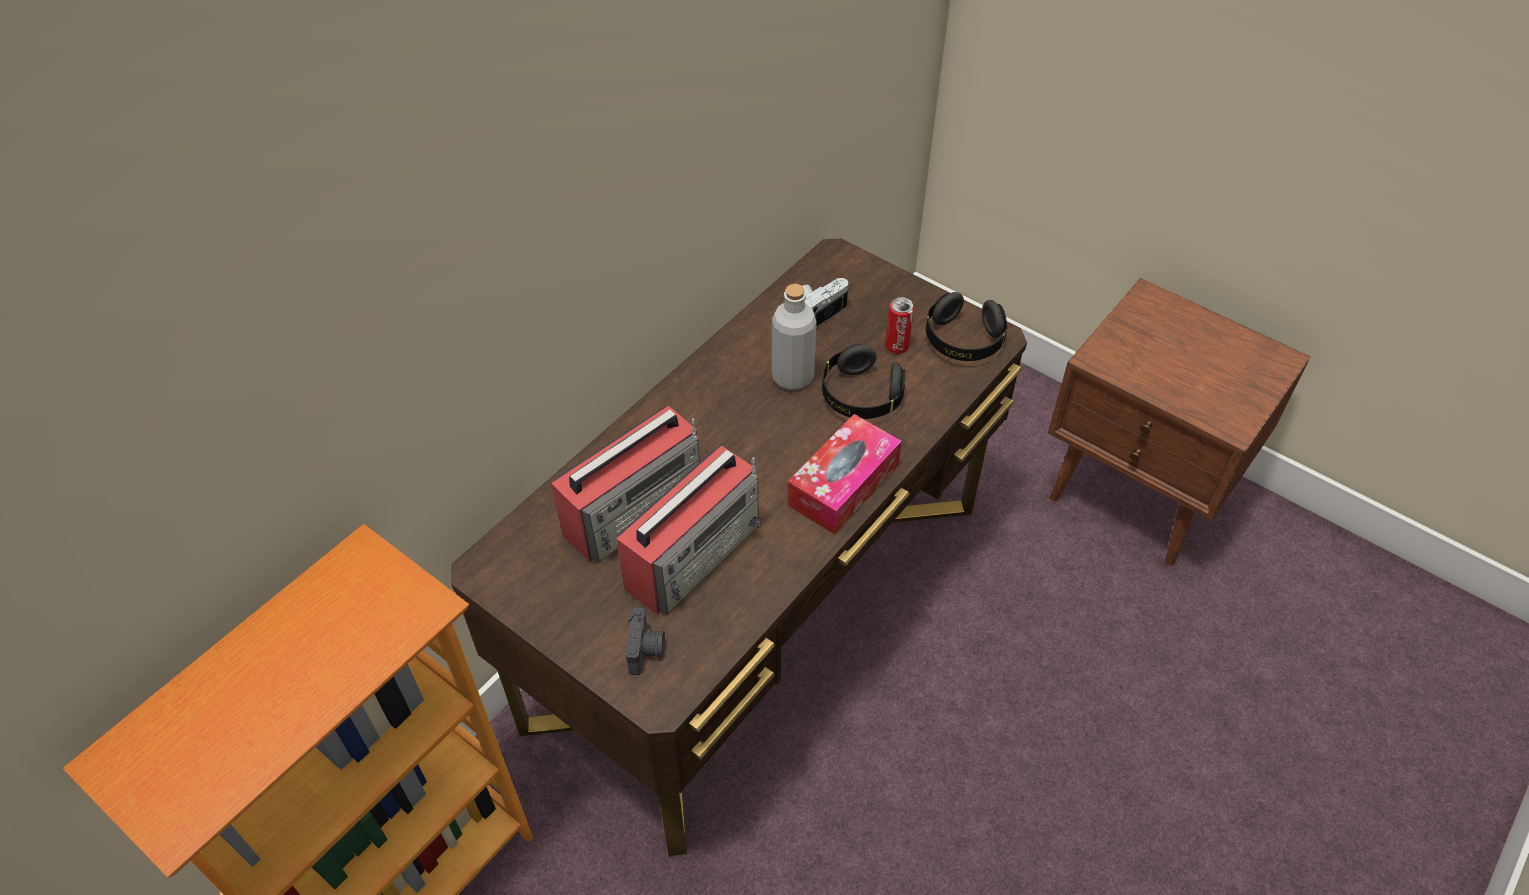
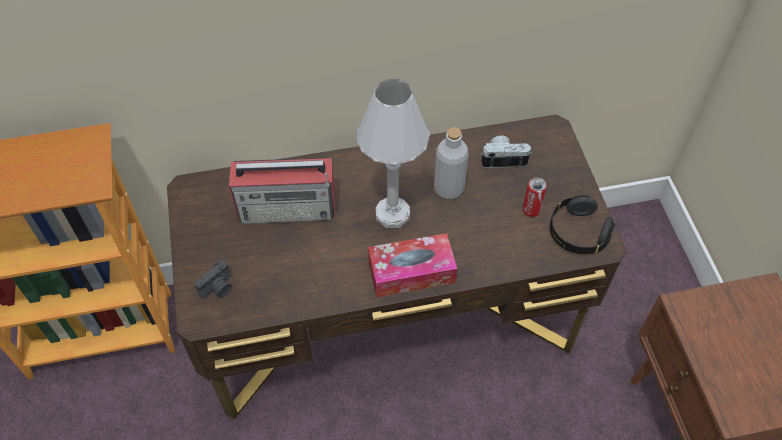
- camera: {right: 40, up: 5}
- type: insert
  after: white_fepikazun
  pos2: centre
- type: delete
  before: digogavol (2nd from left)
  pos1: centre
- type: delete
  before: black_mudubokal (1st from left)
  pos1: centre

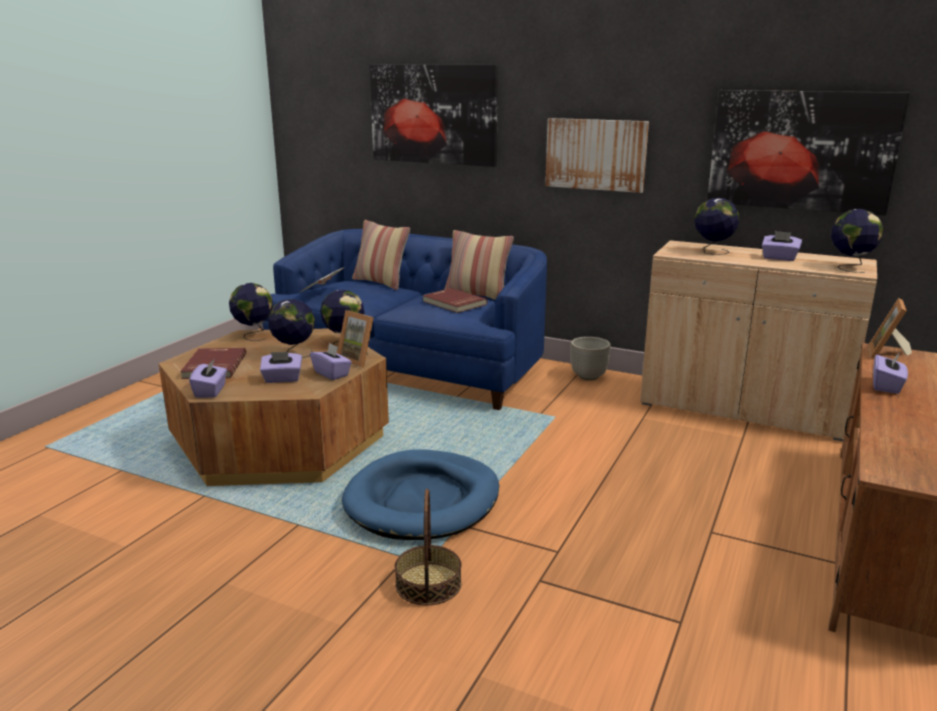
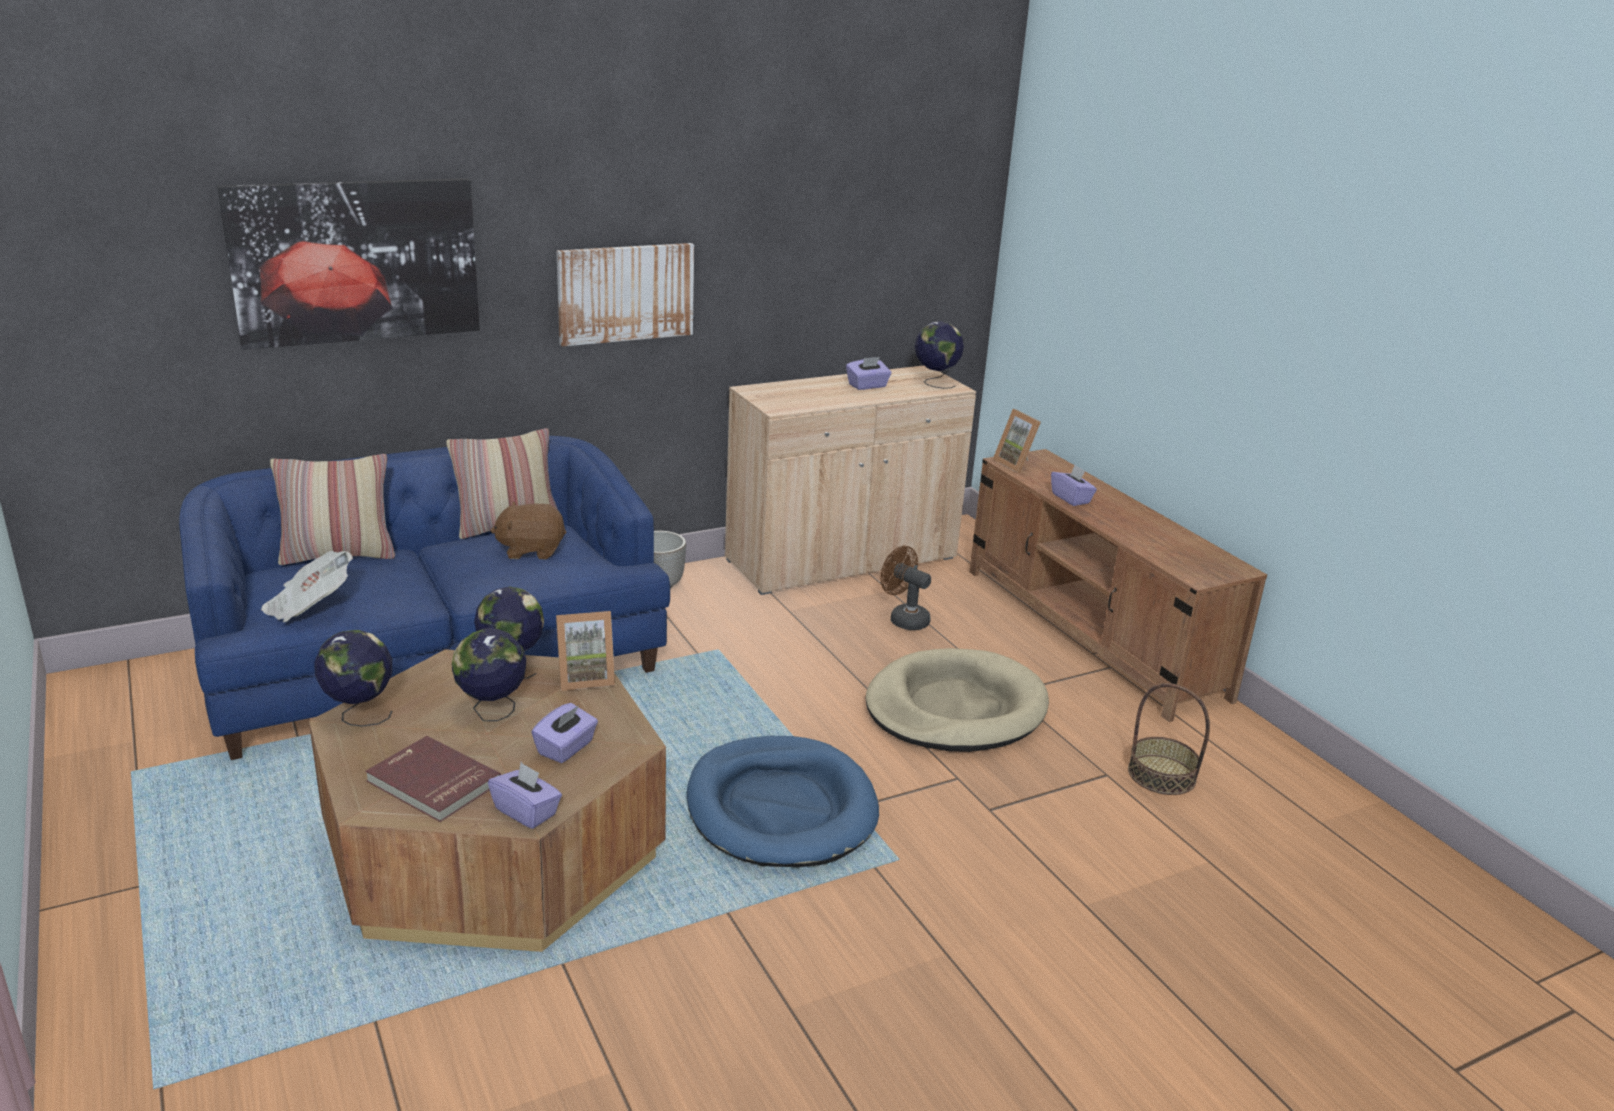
- camera: {right: -55, up: 5}
- type: replace
  before: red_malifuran (2nd from left)
  after: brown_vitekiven
  pos1: centre
  pos2: middle left
- type: insert
  after: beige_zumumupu
  pos2: centre
- type: insert
  after: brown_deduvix
  pos2: centre
- type: move
  before: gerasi
  pos1: bottom centre
  pos2: middle right
- type: delete
  before: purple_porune (3rd from left)
  pos1: centre
- type: delete
  before: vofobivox (4th from left)
  pos1: top right
- type: delete
  before: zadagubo (3rd from left)
  pos1: top right

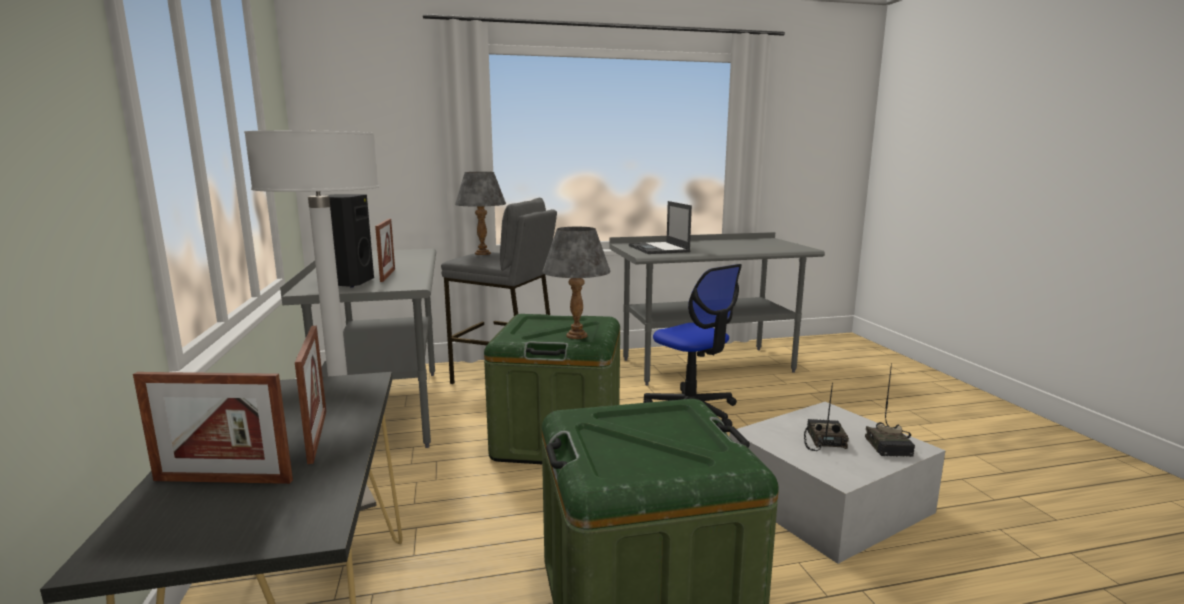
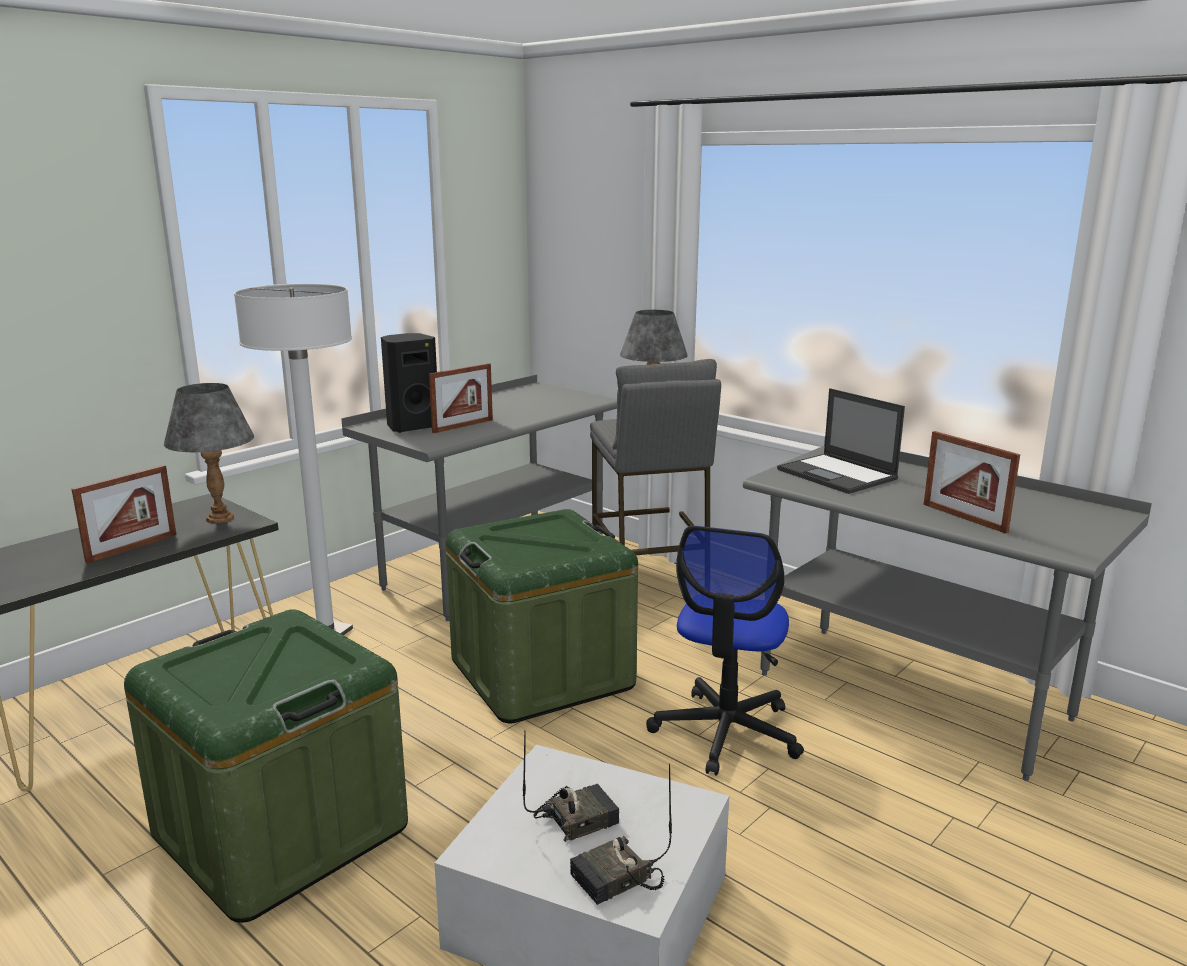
- camera: {right: 55, up: 5}
- type: move
  before: grey_fepikazun (2nd from left in the first image)
  after: grey_fepikazun (1st from left)
  pos1: centre
  pos2: middle left
- type: rotate
  before: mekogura
  pos1: centre
  pos2: middle right
  turn: -75
- type: move
  before: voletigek (1st from left in the first image)
  after: voletigek (3rd from left)
  pos1: bottom left
  pos2: middle right

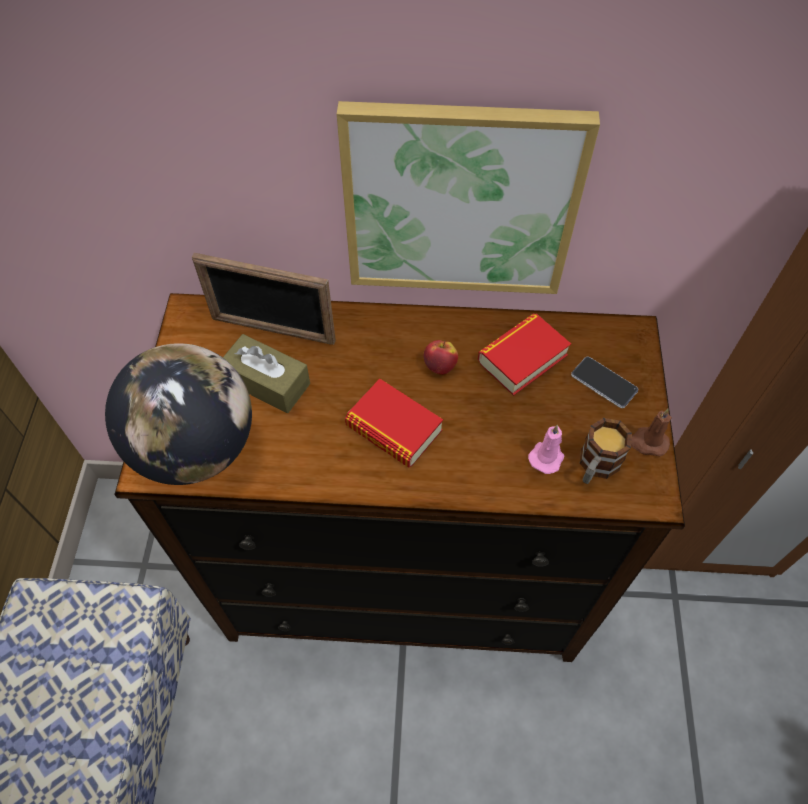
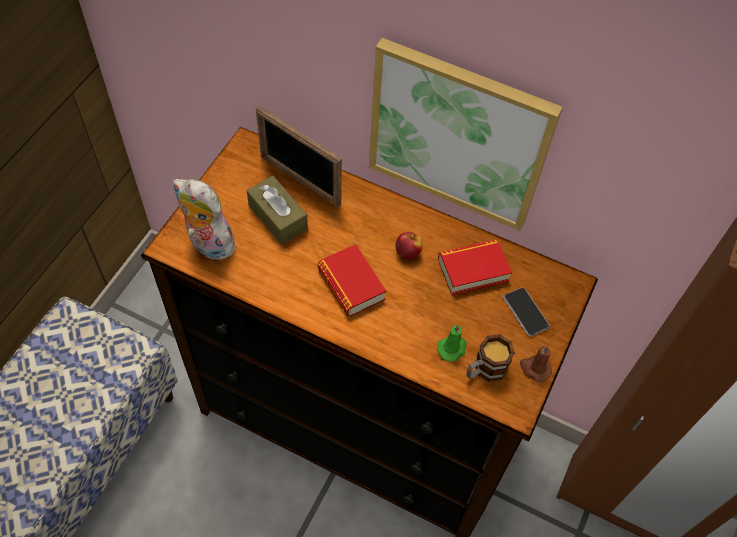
- camera: {right: 20, up: 0}
- type: replace
  before: vofobivox
  after: vitekiven
  pos1: middle left
  pos2: middle left
- type: recolor
  before: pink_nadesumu
  after: green_nadesumu
  pos1: middle right
  pos2: centre

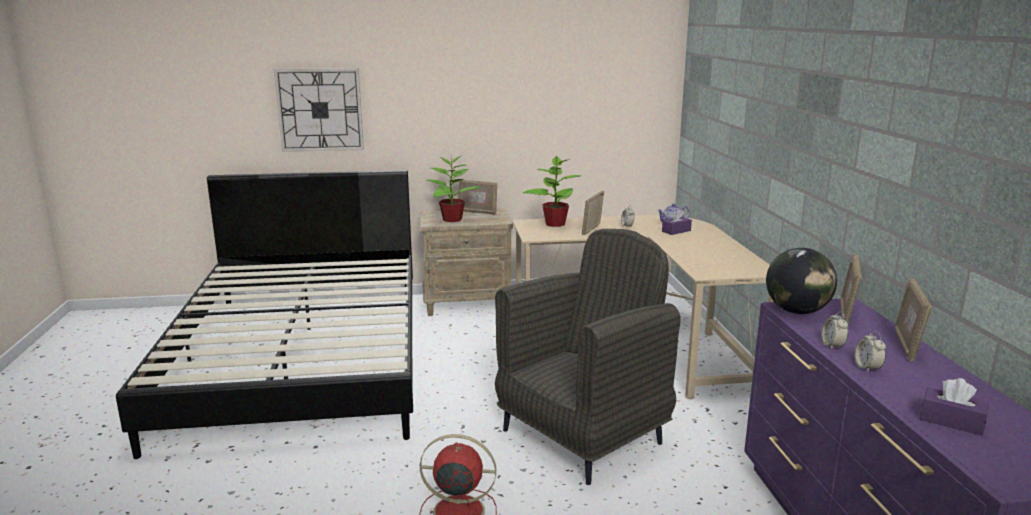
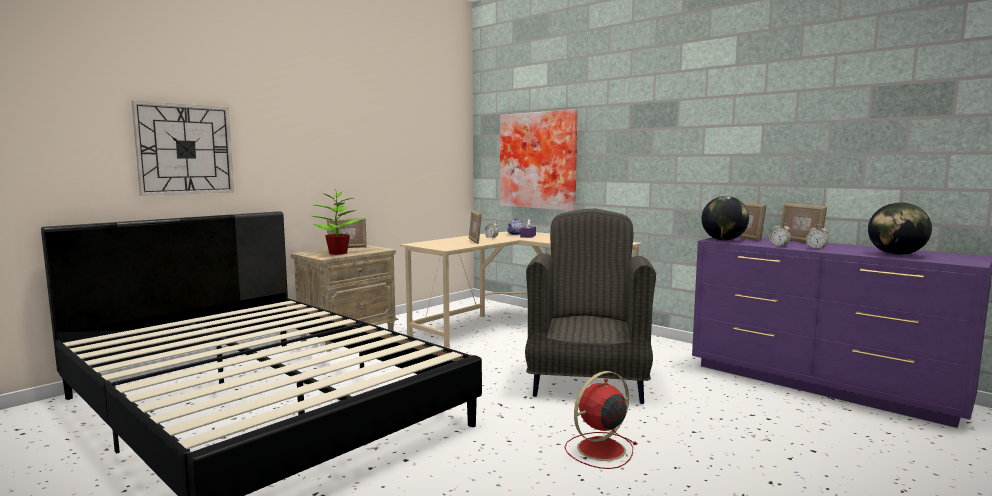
- camera: {right: -40, up: -10}
- type: insert
  after: zadagubo
  pos2: top centre
- type: replace
  before: purple_porune (2nd from left)
  after: vofobivox (2nd from left)
  pos1: bottom right
  pos2: middle right
- type: delete
  before: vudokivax (2nd from left)
  pos1: centre

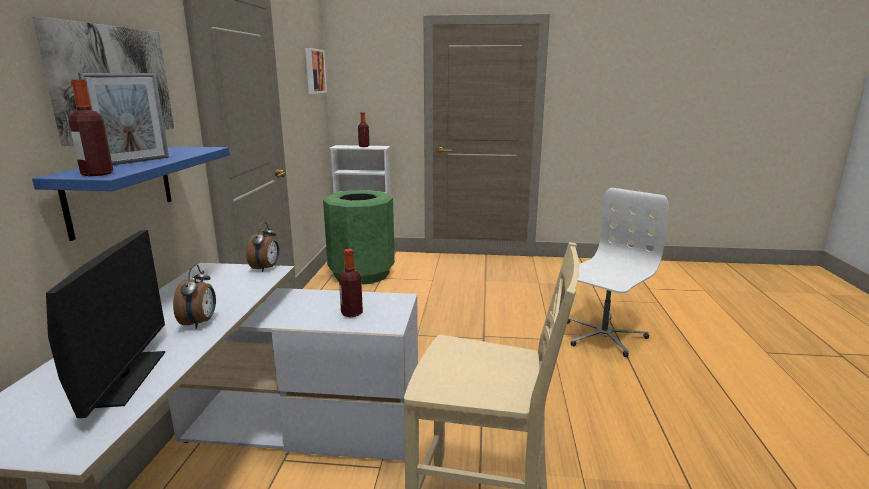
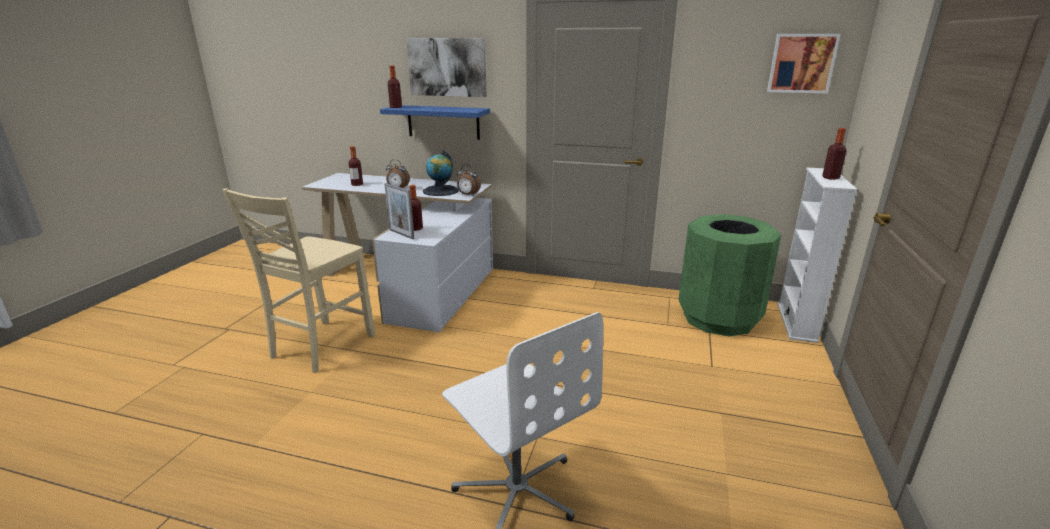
- camera: {right: 100, up: 5}
- type: replace
  before: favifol
  after: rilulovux (1st from left)
  pos1: middle left
  pos2: top centre
- type: move
  before: voletigek
  pos1: top left
  pos2: centre
- type: insert
  after: vofobivox
  pos2: top centre

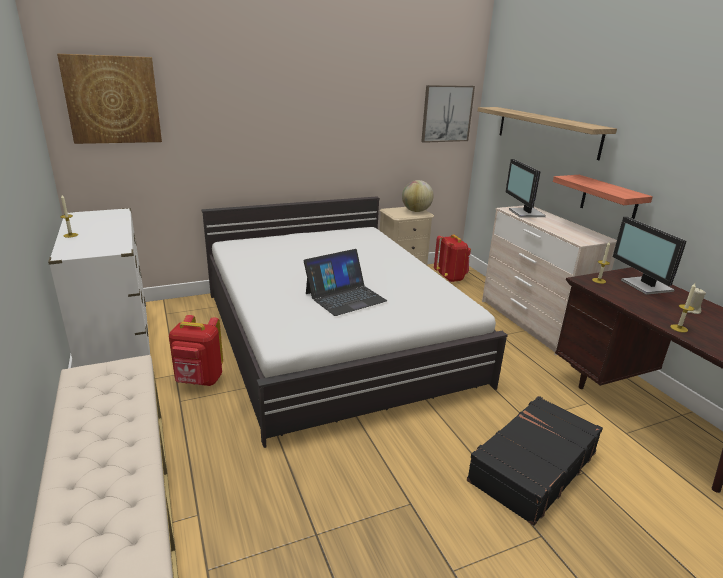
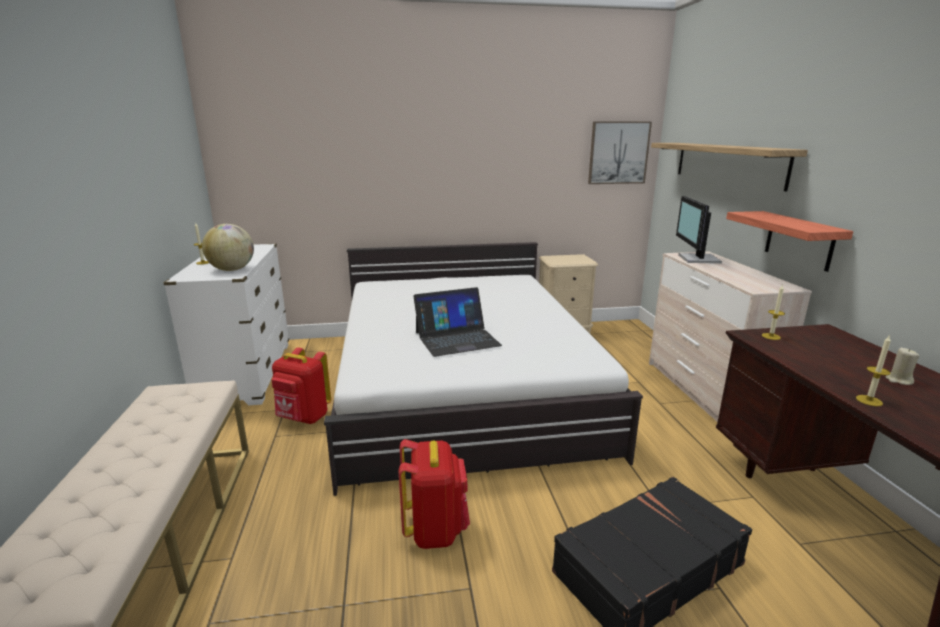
- camera: {right: 15, up: -5}
- type: move
  before: vofobivox
  pos1: centre
  pos2: middle left
- type: move
  before: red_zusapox (2nd from left)
  pos1: centre
  pos2: bottom centre
- type: delete
  before: zadagubo (1st from left)
  pos1: top left
- type: delete
  before: favifol (2nd from left)
  pos1: middle right

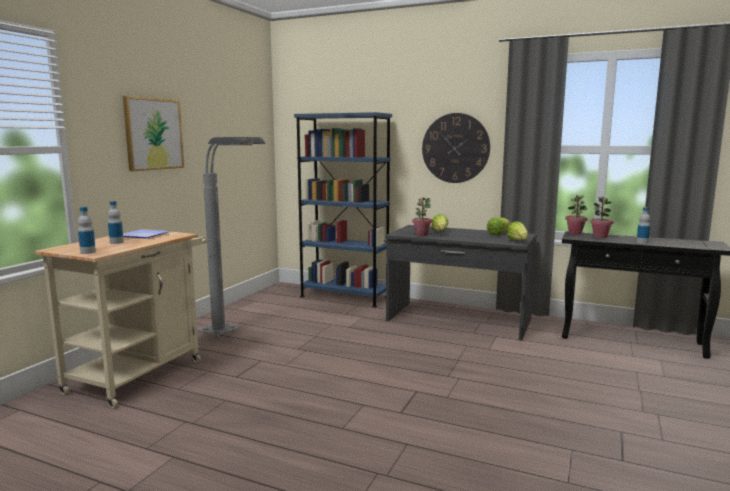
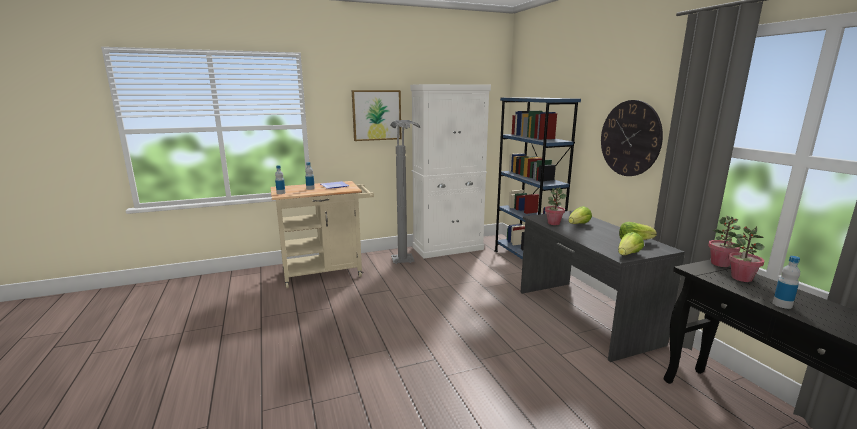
- camera: {right: 45, up: 5}
- type: insert
  after: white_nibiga
  pos2: centre

